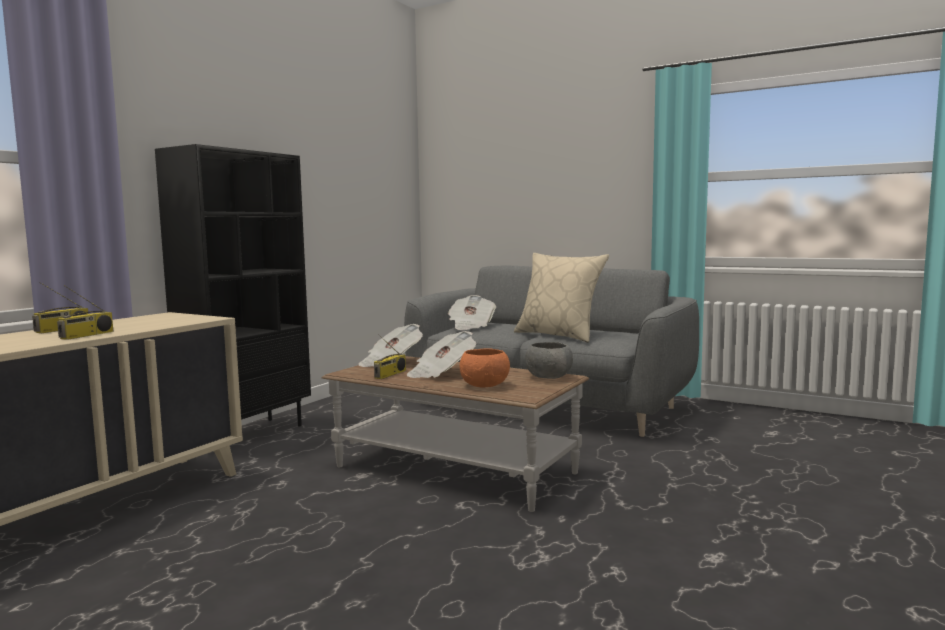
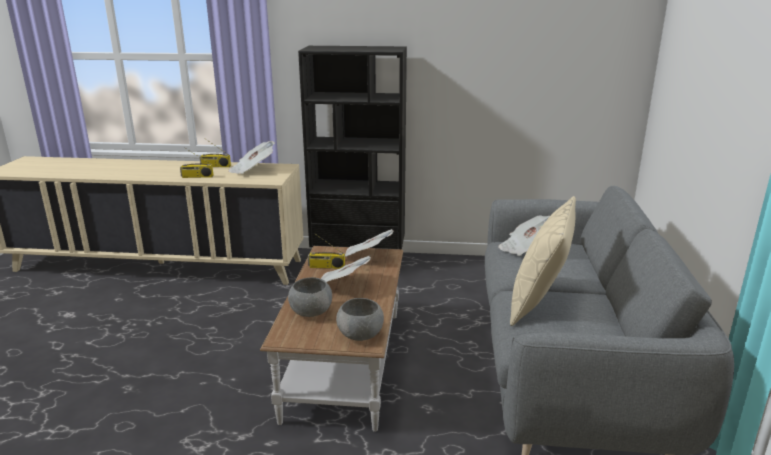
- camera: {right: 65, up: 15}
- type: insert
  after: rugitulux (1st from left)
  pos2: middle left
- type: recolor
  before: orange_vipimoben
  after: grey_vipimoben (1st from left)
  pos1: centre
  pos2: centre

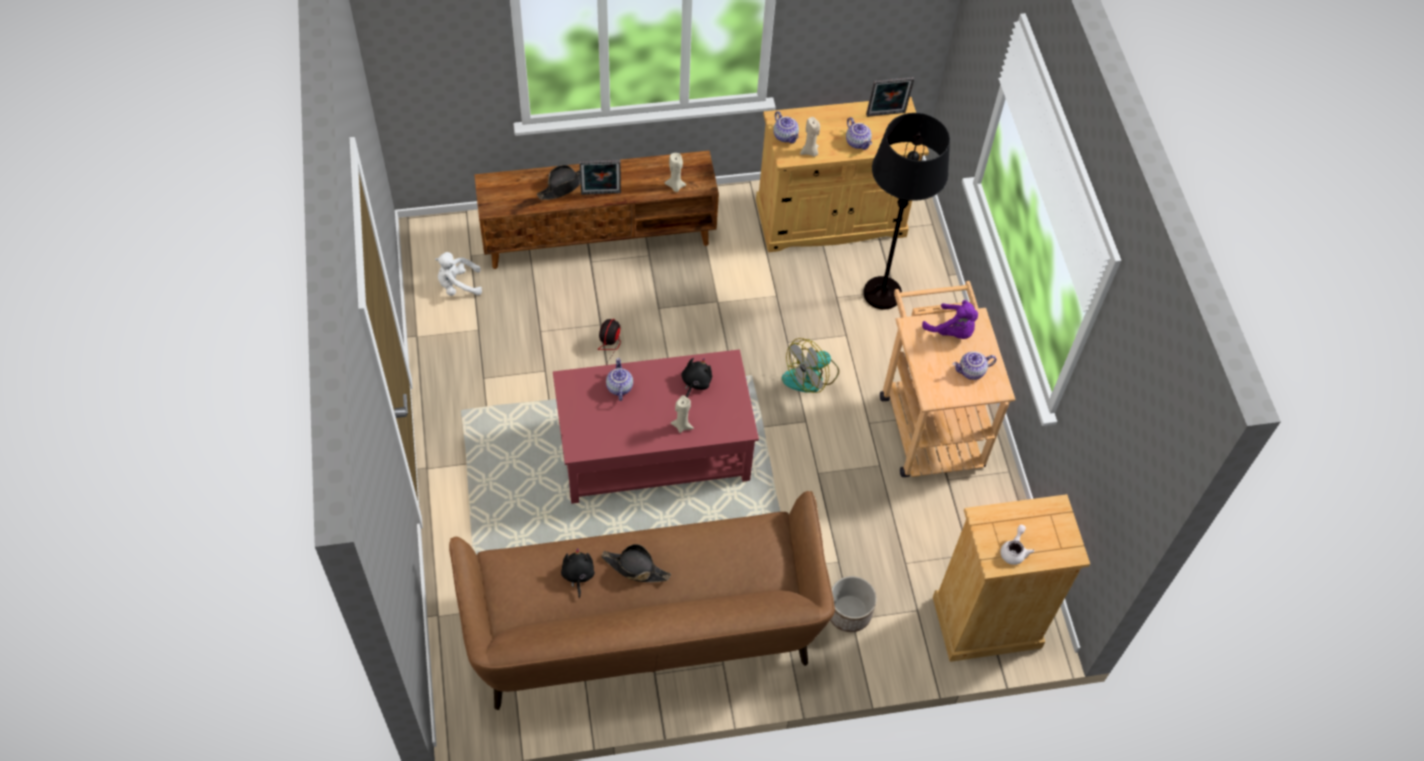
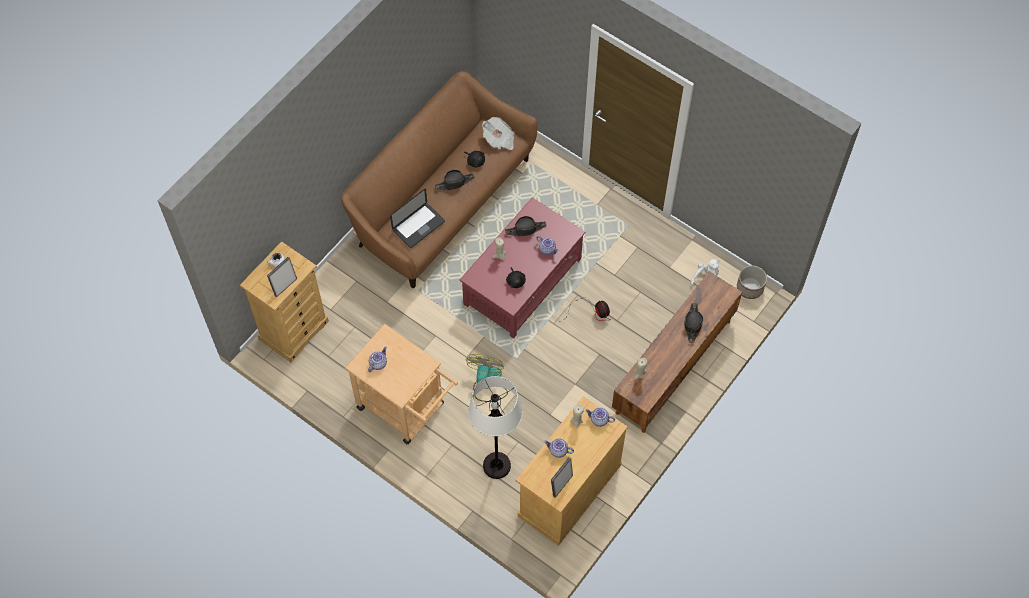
- camera: {right: 140, up: 5}
- type: move
  before: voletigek (1st from left)
  pos1: top centre
  pos2: middle left
- type: insert
  after: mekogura
  pos2: centre
- type: recolor
  before: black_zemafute
  after: white_zemafute
  pos1: top centre
  pos2: bottom centre
- type: insert
  after: rugitulux
  pos2: top centre
- type: insert
  after: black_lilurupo (2nd from left)
  pos2: centre
- type: move
  before: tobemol
  pos1: bottom centre
  pos2: middle right
- type: delete
  before: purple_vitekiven
  pos1: middle right

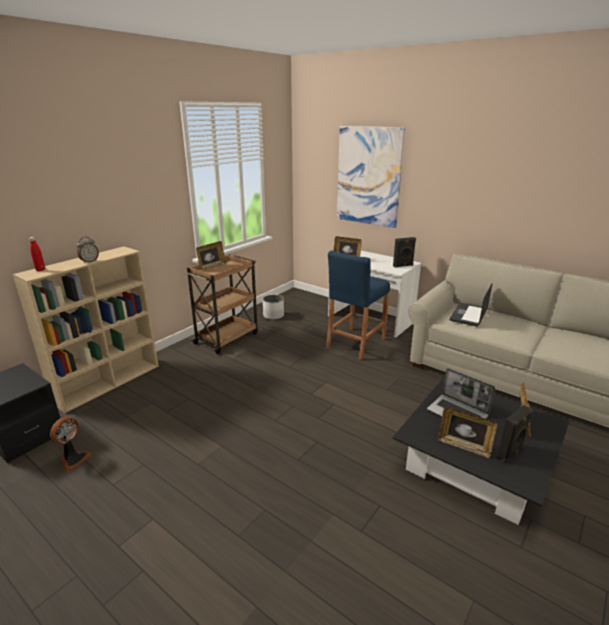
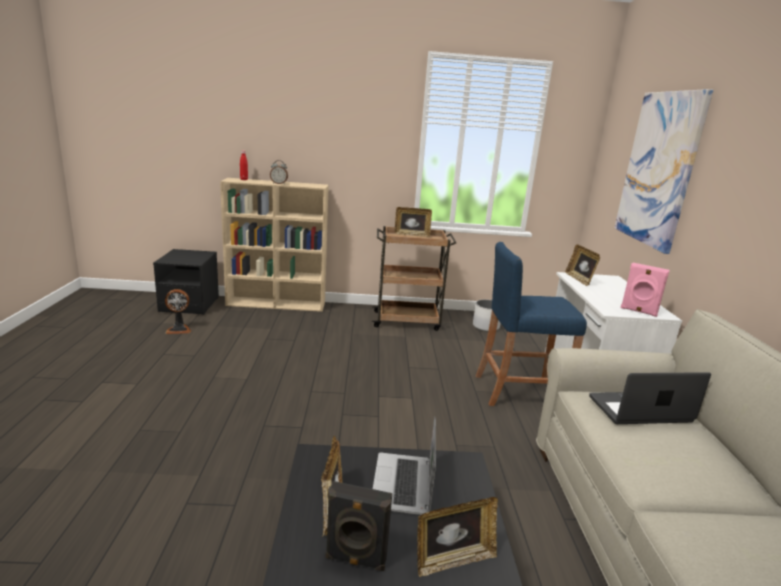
- camera: {right: 50, up: -5}
- type: recolor
  before: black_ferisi (1st from left)
  after: pink_ferisi
  pos1: centre
  pos2: middle right

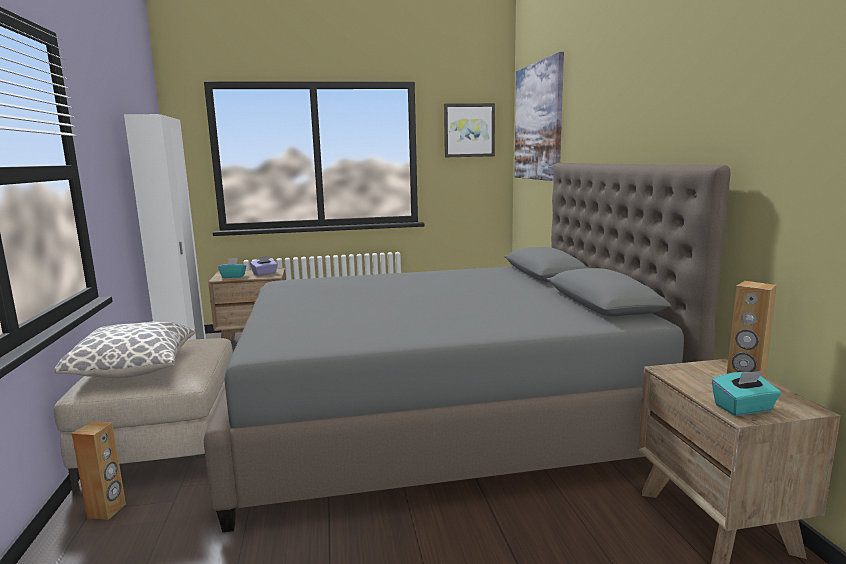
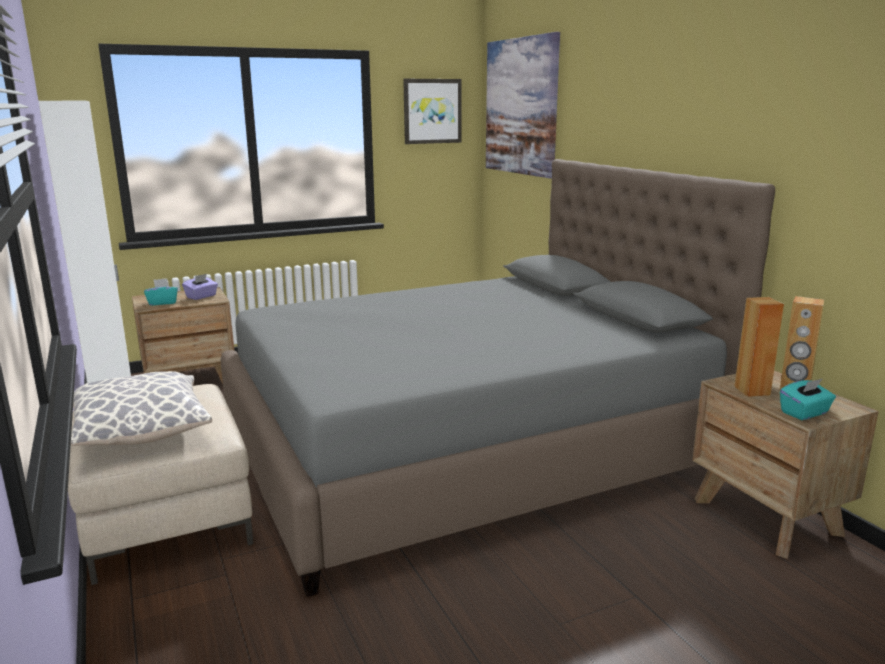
- camera: {right: -15, up: 5}
- type: move
  before: brown_ferisi (1st from left)
  pos1: bottom left
  pos2: middle right

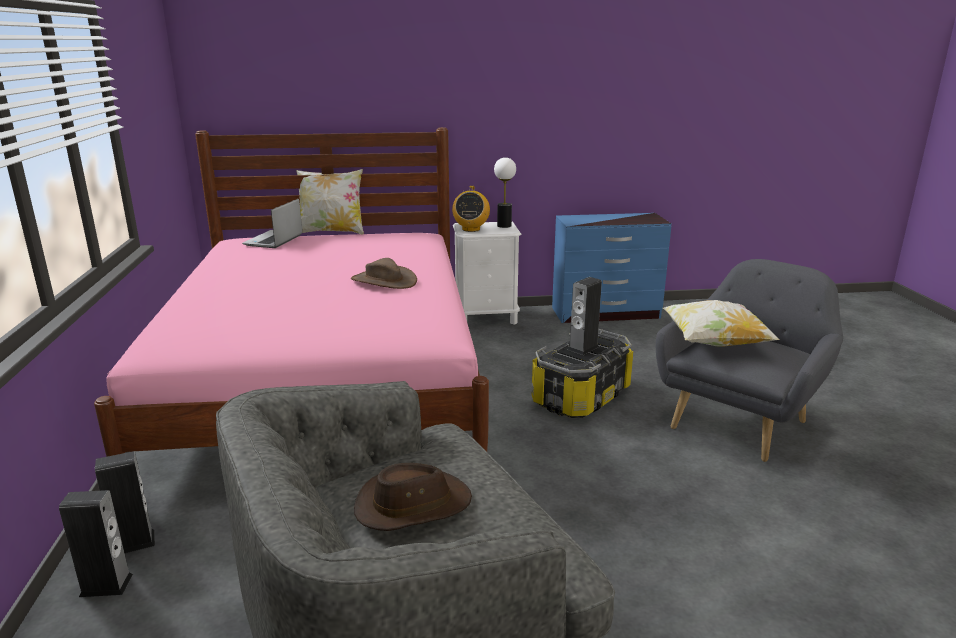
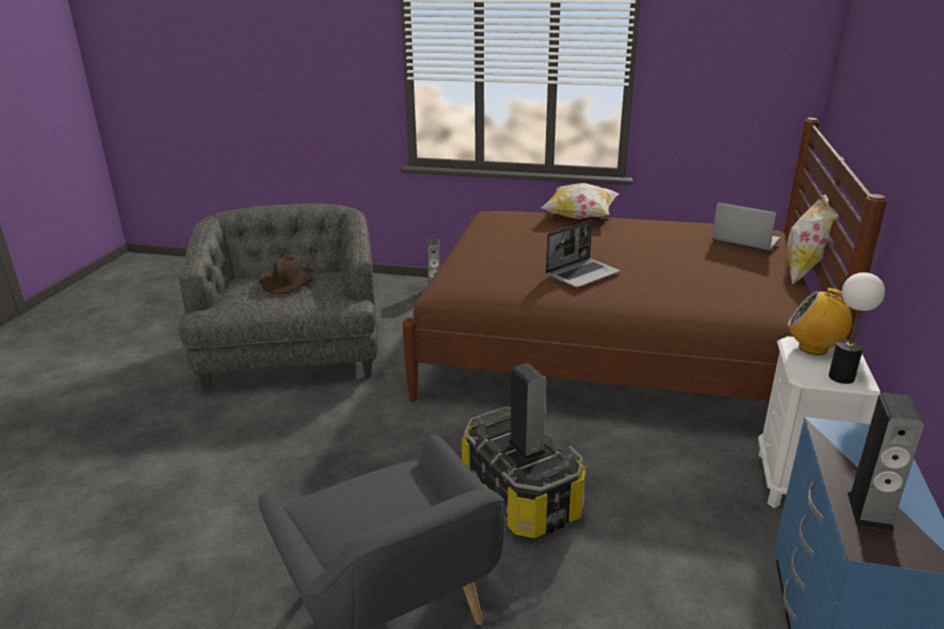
- camera: {right: 110, up: 5}
- type: recolor
  before: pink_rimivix
  after: brown_rimivix
  pos1: middle left
  pos2: middle right
- type: move
  before: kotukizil (2nd from left in the first image)
  after: kotukizil (1st from left)
  pos1: middle right
  pos2: top centre
- type: replace
  before: brown_lilurupo (1st from left)
  after: mekogura (1st from left)
  pos1: centre
  pos2: centre
- type: move
  before: ferisi (1st from left in the first image)
  after: ferisi (3rd from left)
  pos1: bottom left
  pos2: bottom right

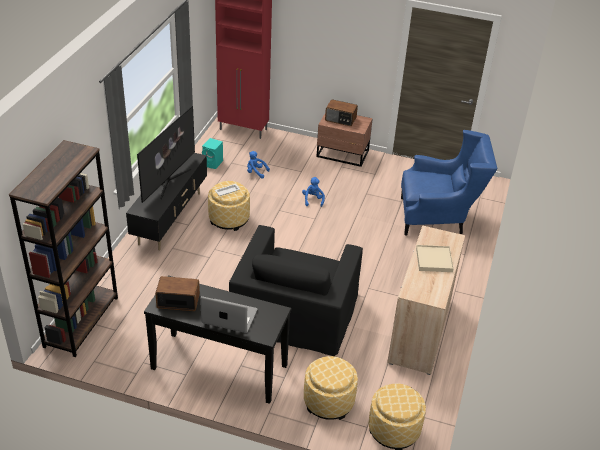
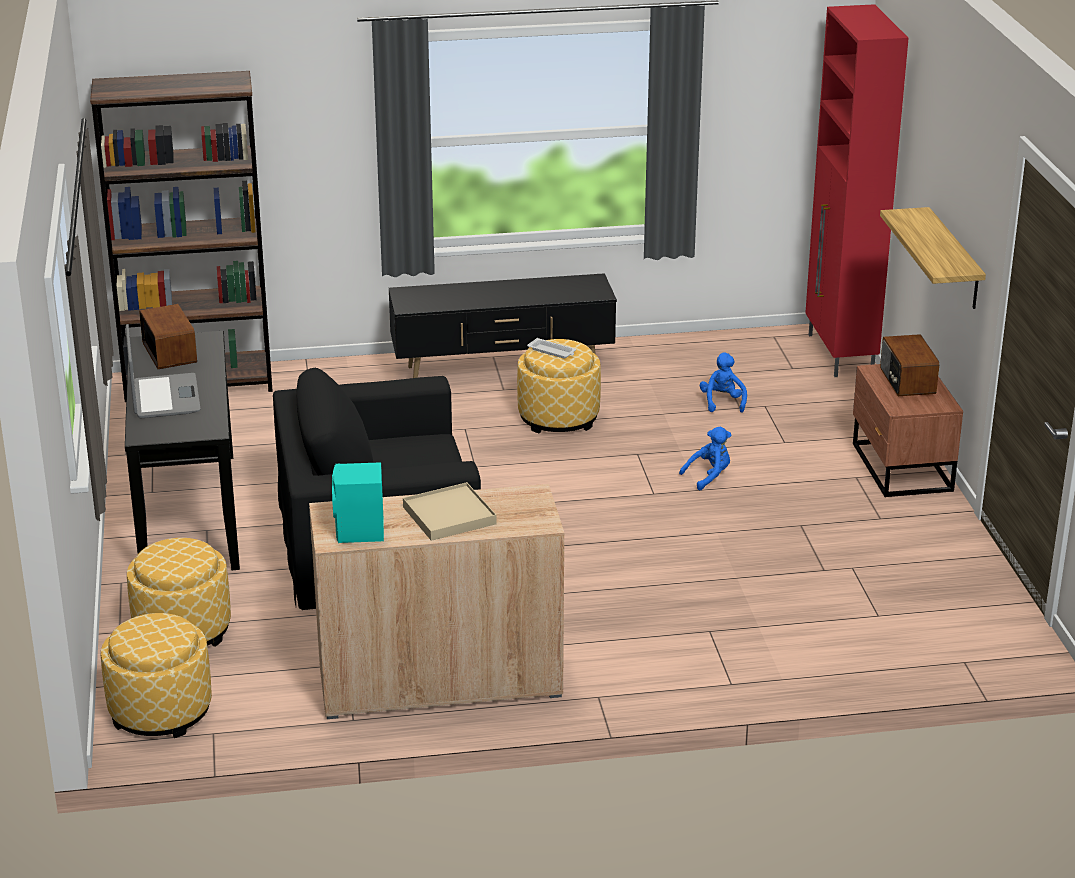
- camera: {right: 65, up: -10}
- type: move
  before: turquoise_ferisi
  pos1: centre
  pos2: middle left
- type: insert
  after: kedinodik
  pos2: top right
- type: delete
  before: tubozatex
  pos1: middle left
- type: delete
  before: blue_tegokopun
  pos1: middle right

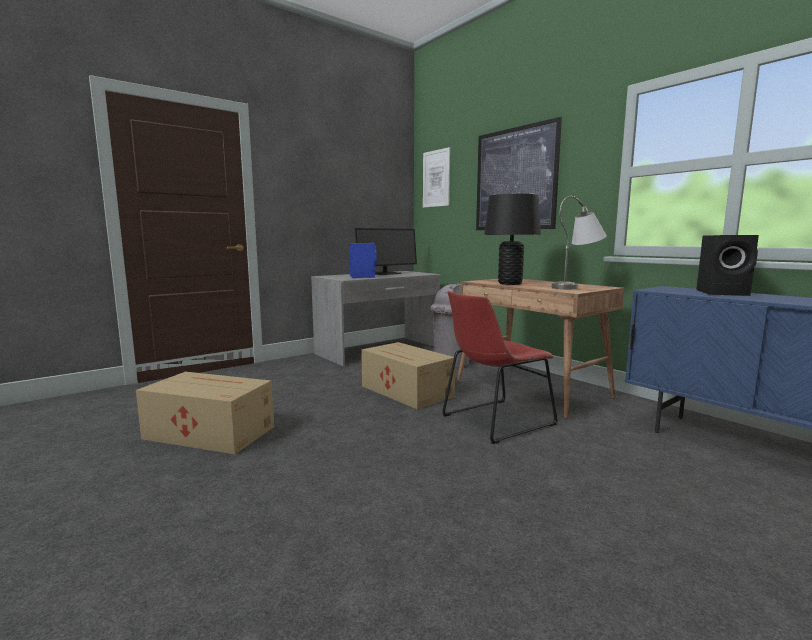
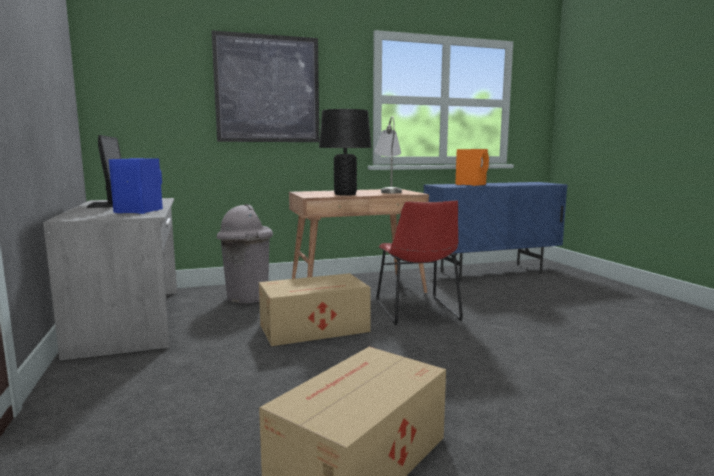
- camera: {right: -70, up: 0}
- type: recolor
  before: black_ferisi
  after: orange_ferisi
  pos1: middle right
  pos2: centre
- type: delete
  before: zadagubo (1st from left)
  pos1: top centre

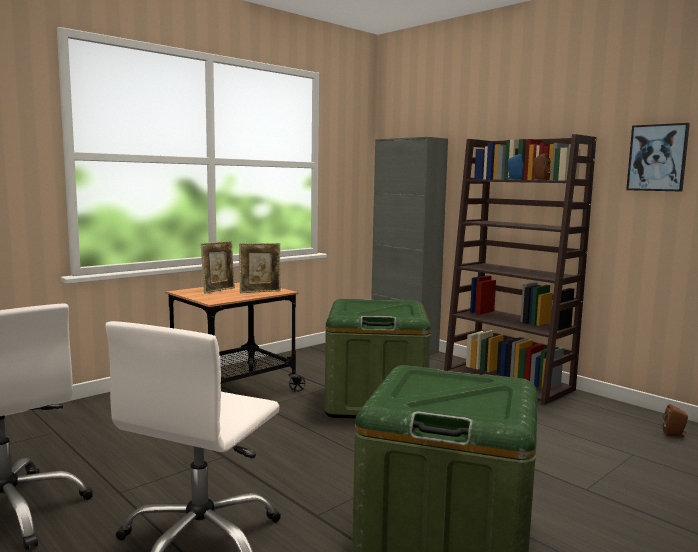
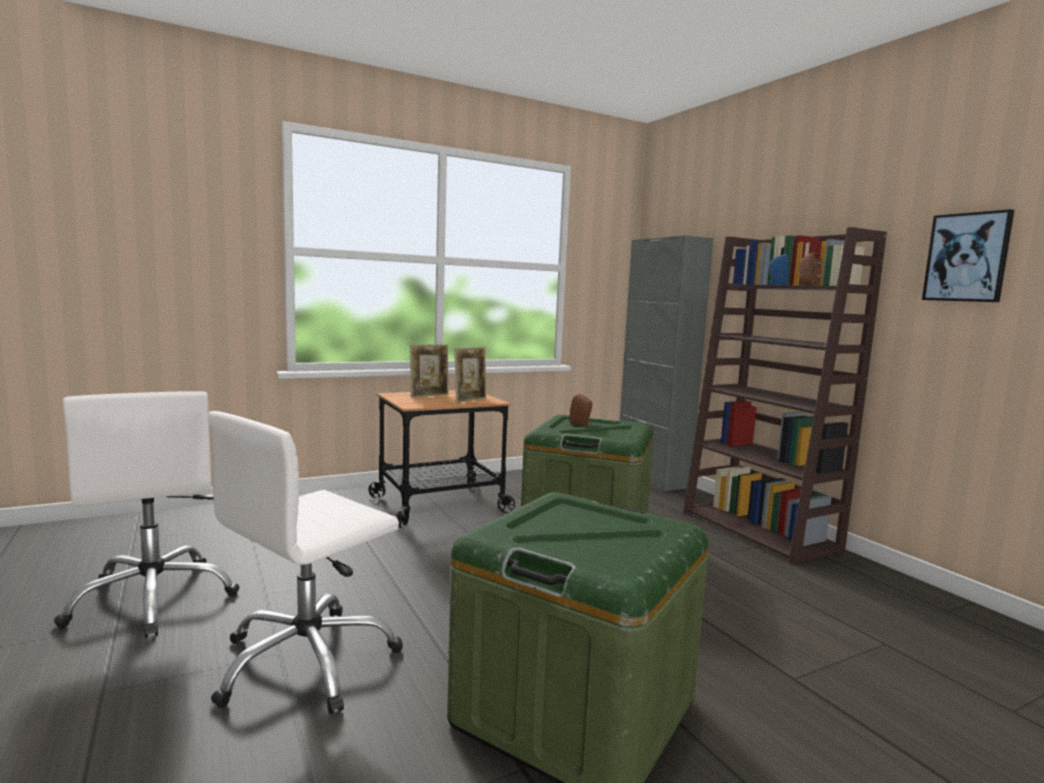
- camera: {right: 15, up: 0}
- type: rotate
  before: voletigek (2nd from left)
  pos1: centre
  pos2: centre
  turn: -45
- type: move
  before: brown_ferisi (2nd from left in the first image)
  after: brown_ferisi (1st from left)
  pos1: bottom right
  pos2: centre

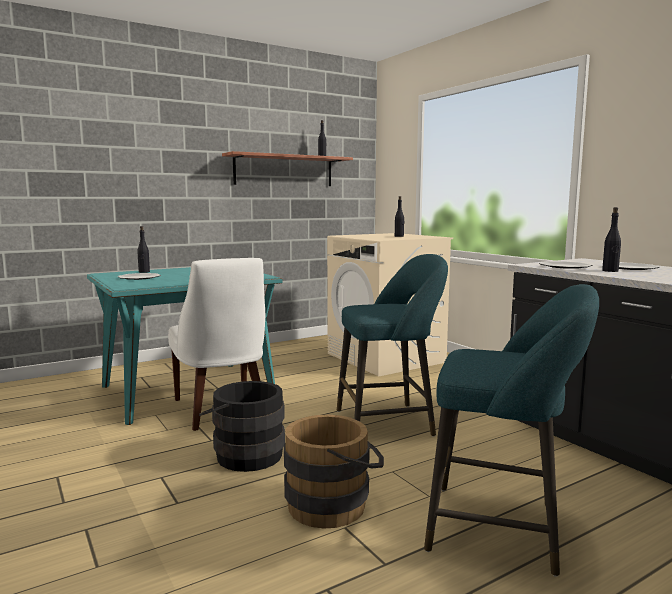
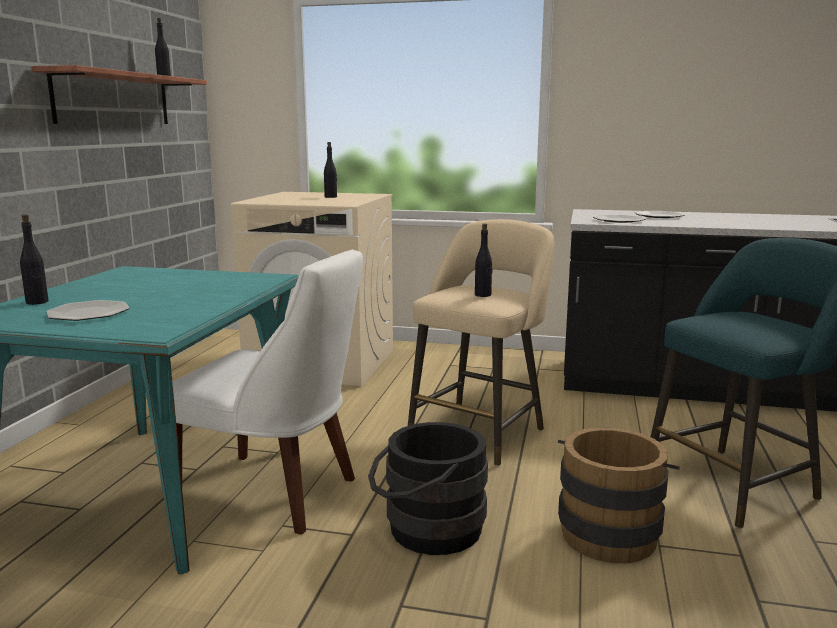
- camera: {right: -45, up: 5}
- type: recolor
  before: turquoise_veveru (1st from left)
  after: beige_veveru
  pos1: centre
  pos2: centre
- type: move
  before: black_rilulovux (4th from left)
  pos1: middle right
  pos2: centre

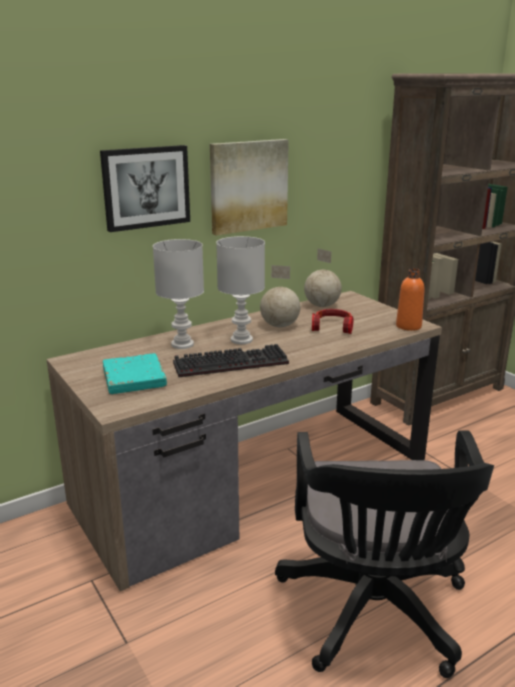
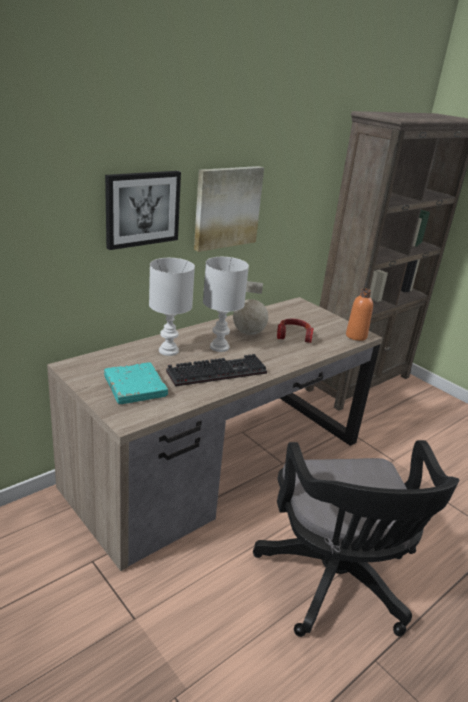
- camera: {right: -10, up: 5}
- type: delete
  before: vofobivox (2nd from left)
  pos1: centre

